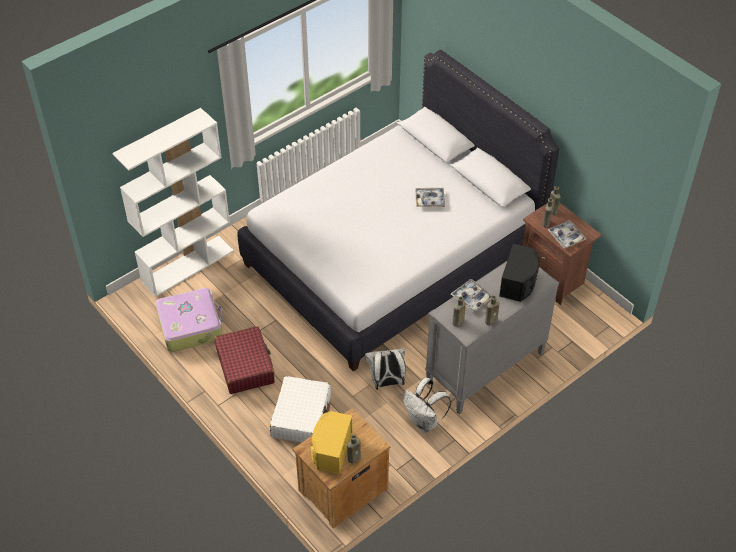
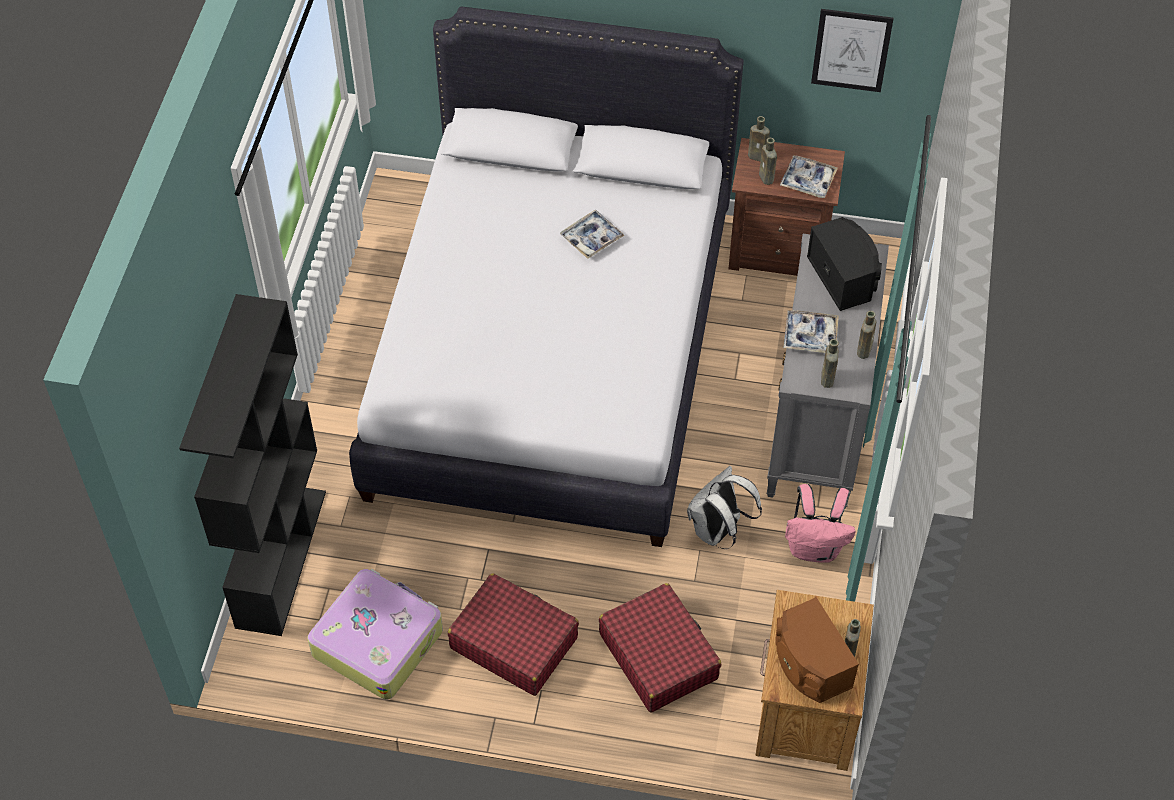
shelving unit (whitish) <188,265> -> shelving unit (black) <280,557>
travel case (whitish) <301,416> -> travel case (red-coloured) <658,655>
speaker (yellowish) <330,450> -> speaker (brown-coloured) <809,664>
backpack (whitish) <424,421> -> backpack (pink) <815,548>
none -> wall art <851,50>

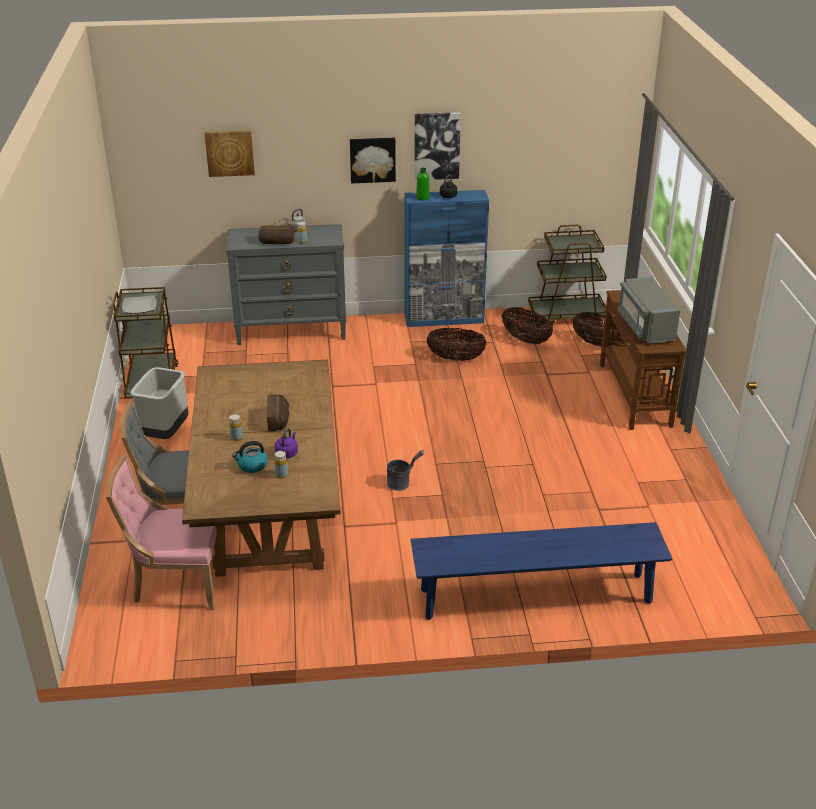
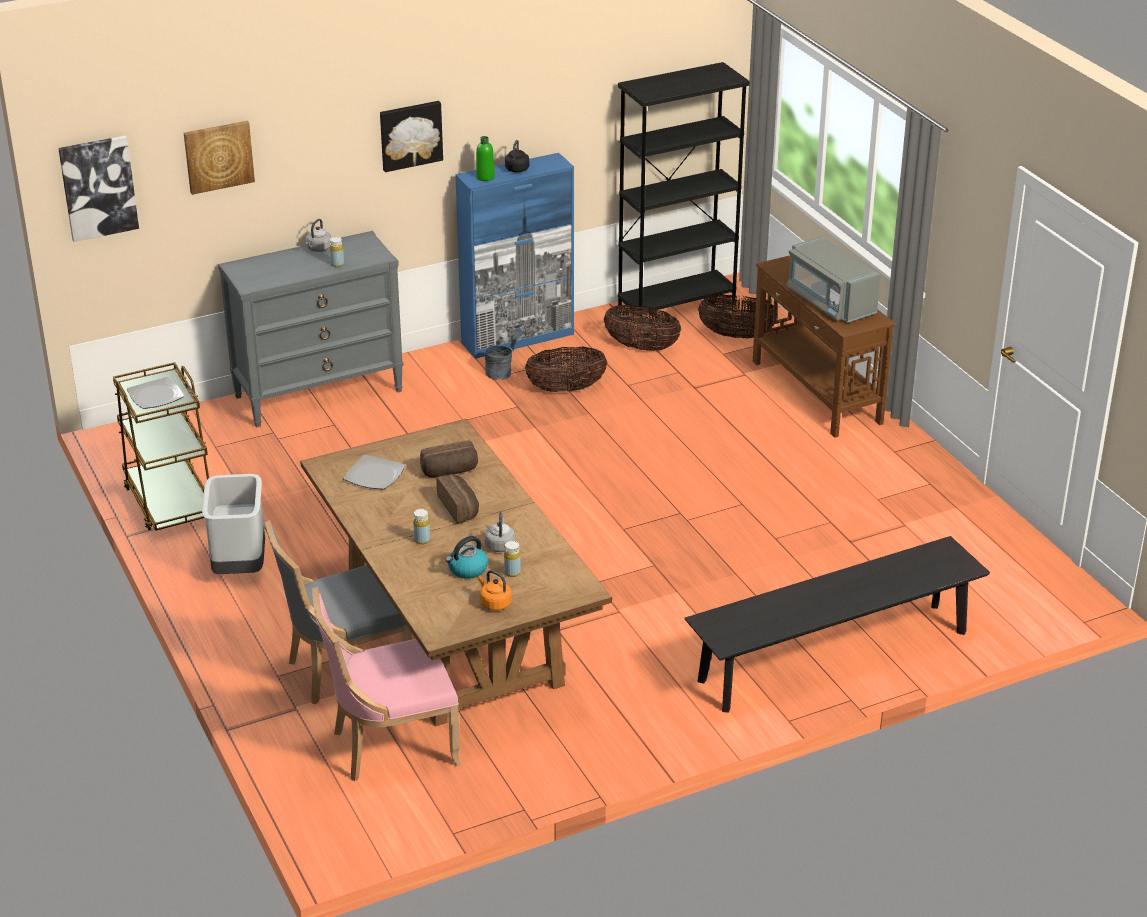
wall art <436,146> -> wall art <98,187>, shifted
none -> flat dish <375,475>
bakery bread <276,243> -> bakery bread <450,472>, shifted
none -> tea kettle (orange-coloured) <494,603>
tea kettle (purplish) <287,453> -> tea kettle (gray) <500,545>
bucket (gray) <402,483> -> bucket (gray) <503,372>, shifted
cart (brown-coloured) <567,316> -> shelving unit (black) <676,305>
bench (blue) <535,596> -> bench (black) <833,656>

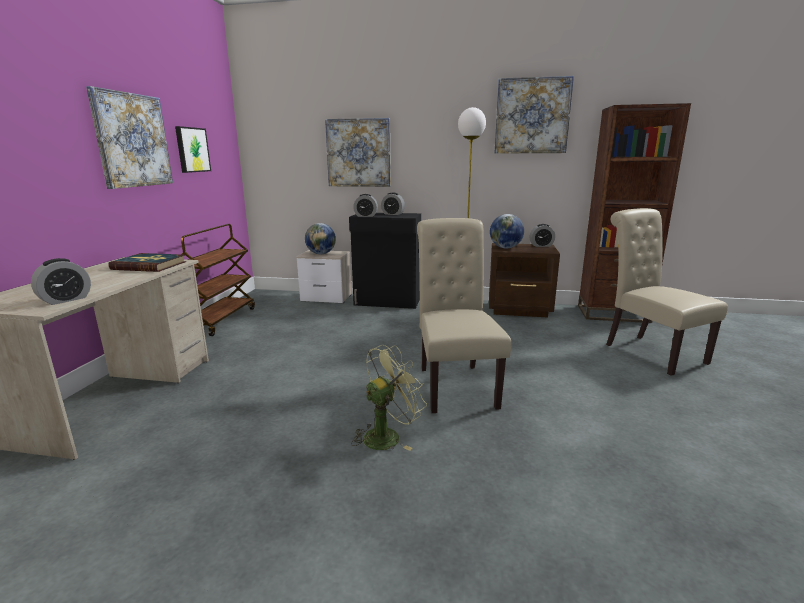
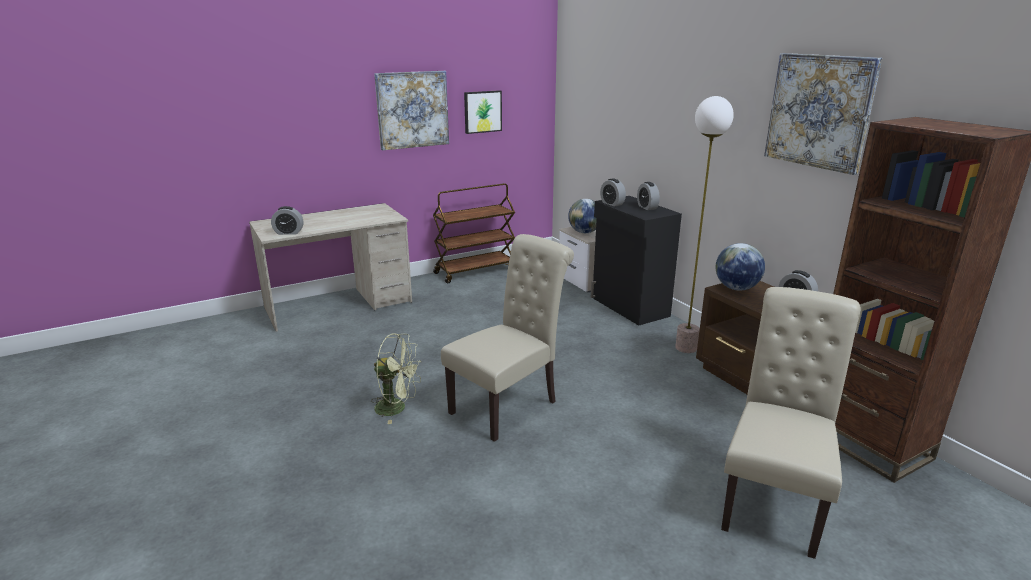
bound book <149,265> -> none
wall art <358,153> -> none

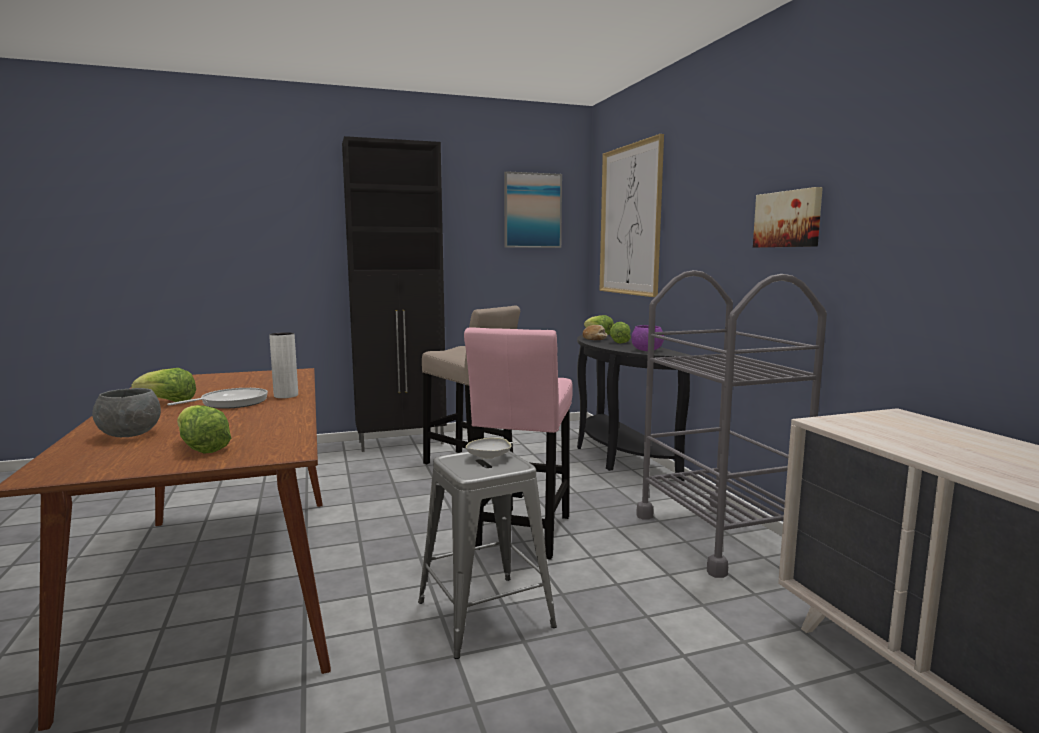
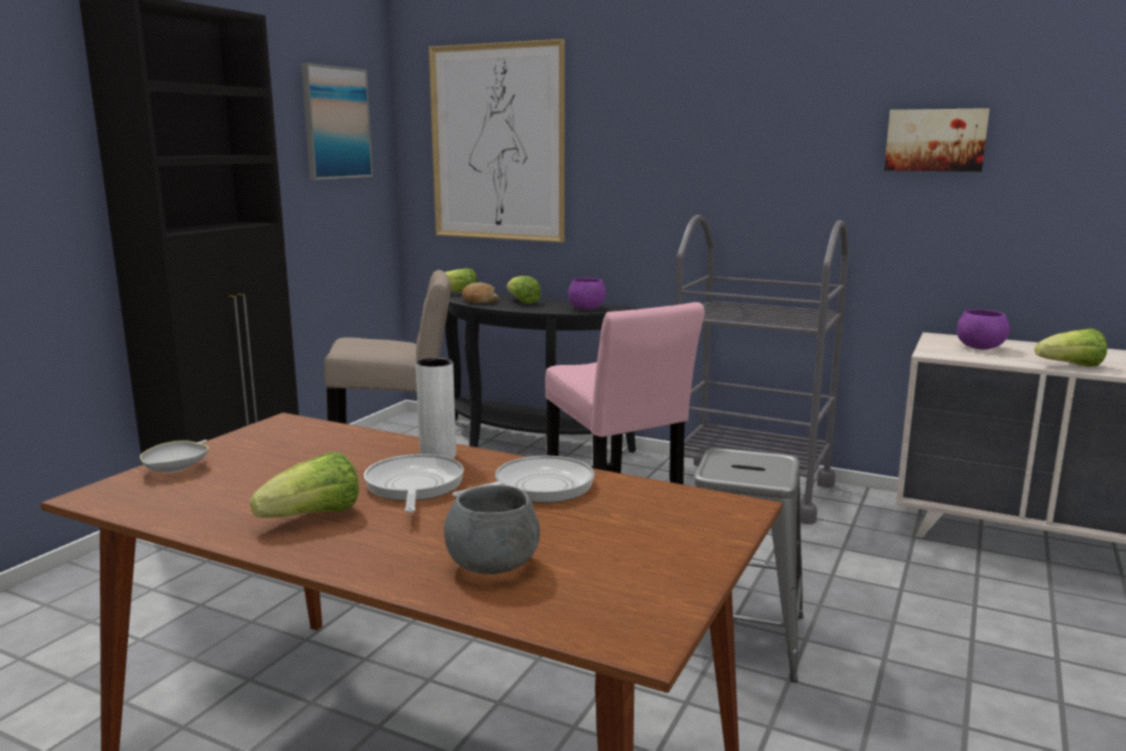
deep dish (whitish) <490,456> -> deep dish (whitish) <177,468>, shifted
none -> frying pan <538,487>
wall art <788,219> -> wall art <935,140>, shifted
none -> deep dish (purplish) <979,348>
lettuce head <201,448> -> lettuce head <1071,366>, shifted

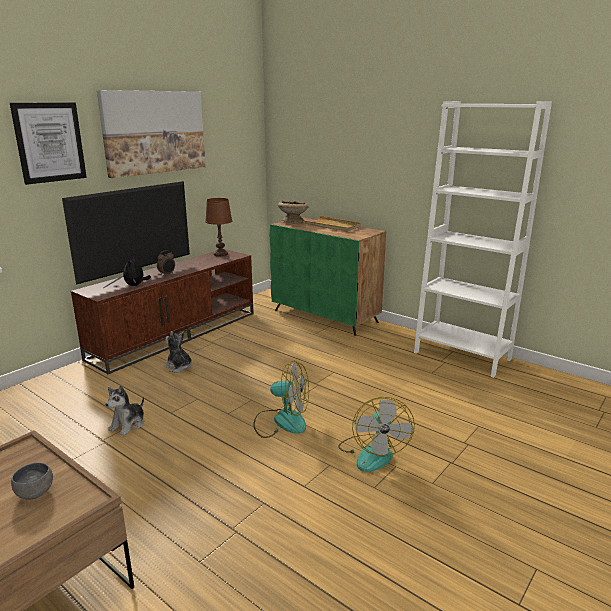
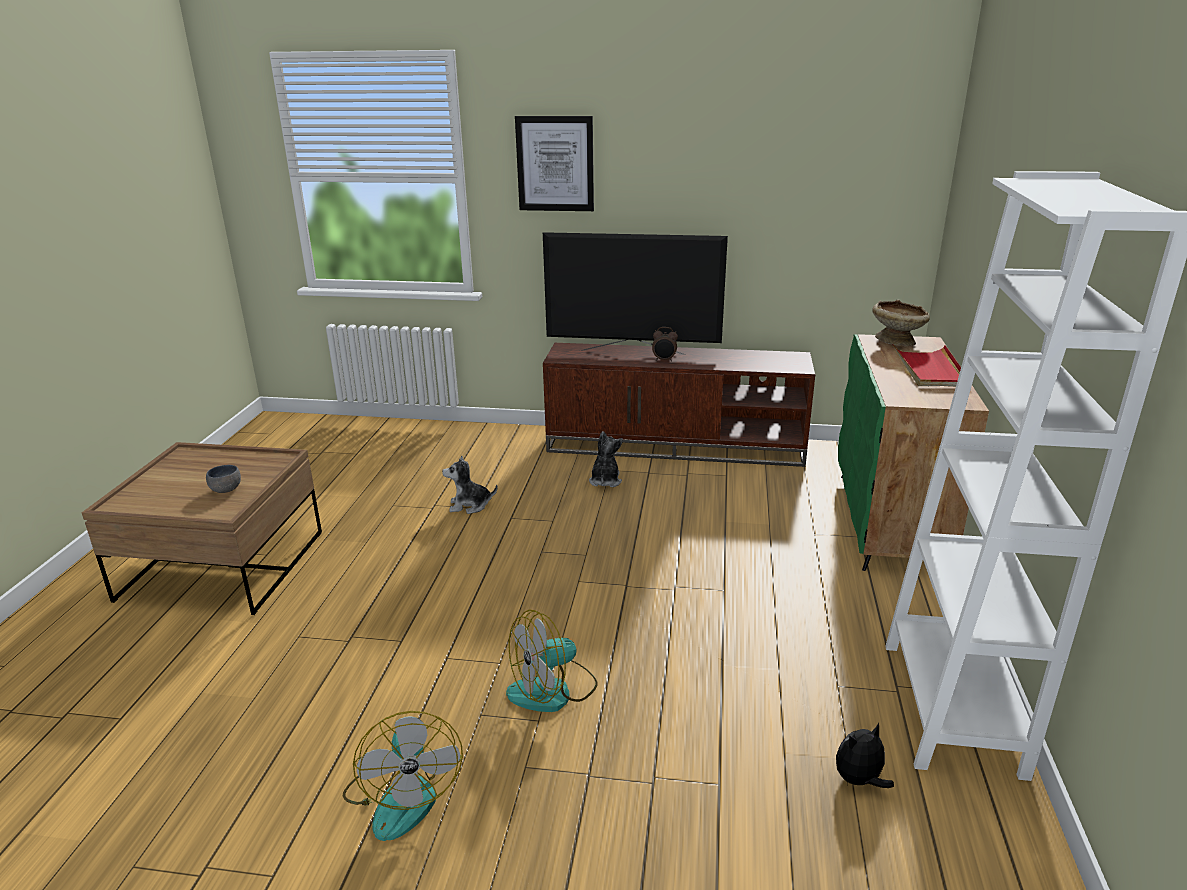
fan <281,421> -> fan <403,795>, shifted
plush toy <136,285> -> plush toy <859,780>, shifted
serving tray (beige-coloured) <332,226> -> serving tray (red-coloured) <930,369>
wall art <154,132> -> none
lamp for a table (brown-coloured) <221,254> -> none

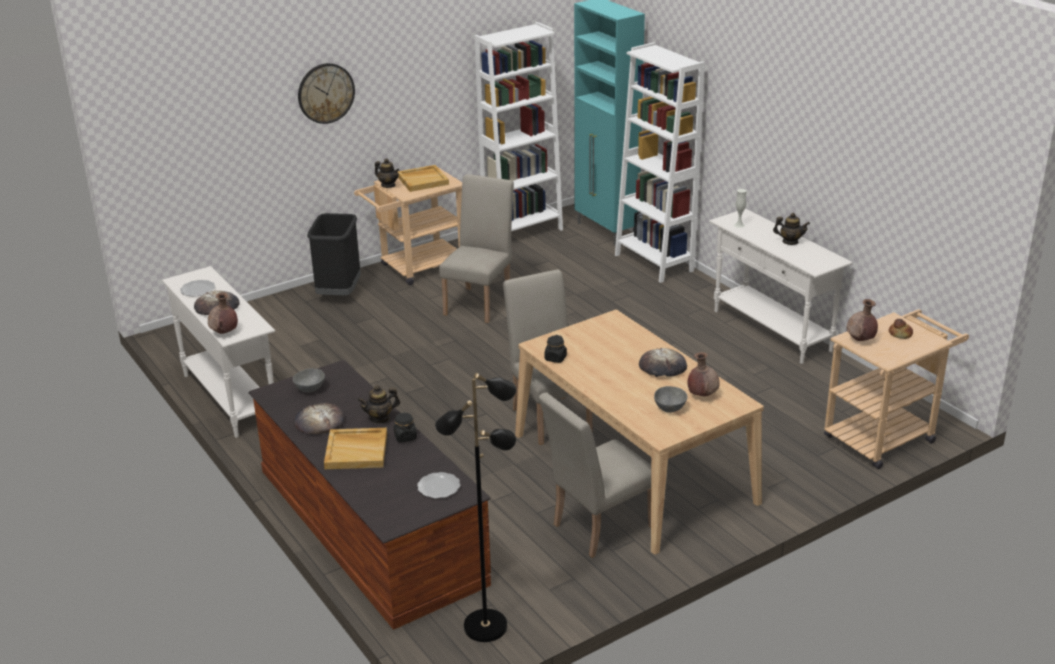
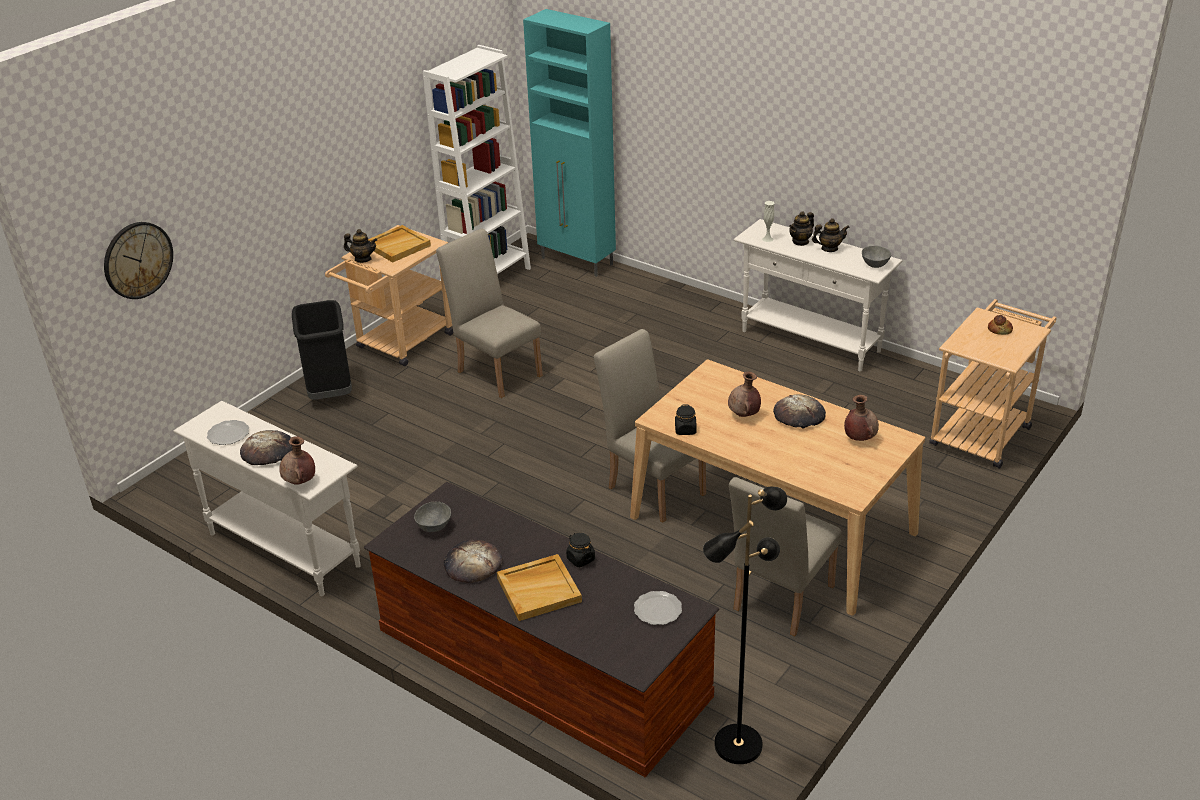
wall clock <326,93> -> wall clock <138,260>, shifted
upright chair (beige-coloured) <481,302> -> upright chair (beige-coloured) <496,370>, 45 degrees counterclockwise
decorative vase (brown-coloured) <860,340> -> decorative vase (brown-coloured) <744,415>, shifted
tea pot <380,418> -> tea pot <800,241>, shifted
deep dish (gray) <670,408> -> deep dish (gray) <875,264>, shifted
shelving unit (whitish) <654,263> -> none

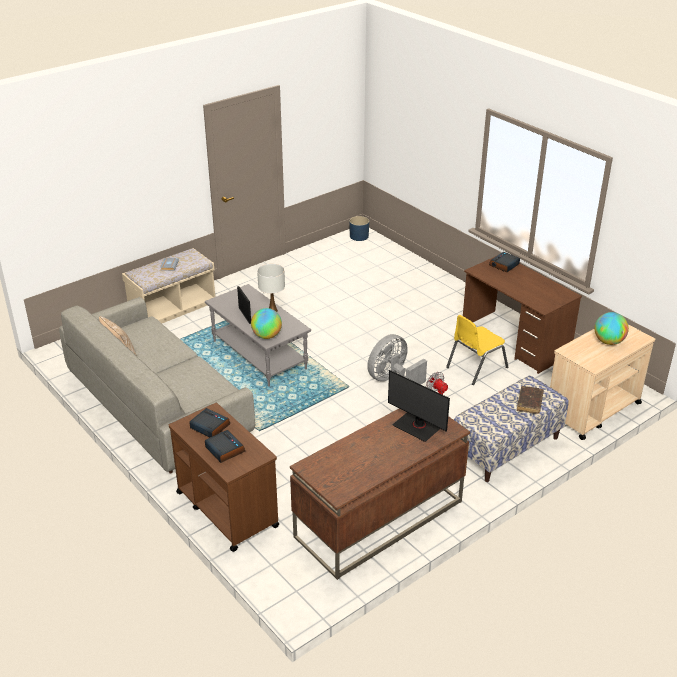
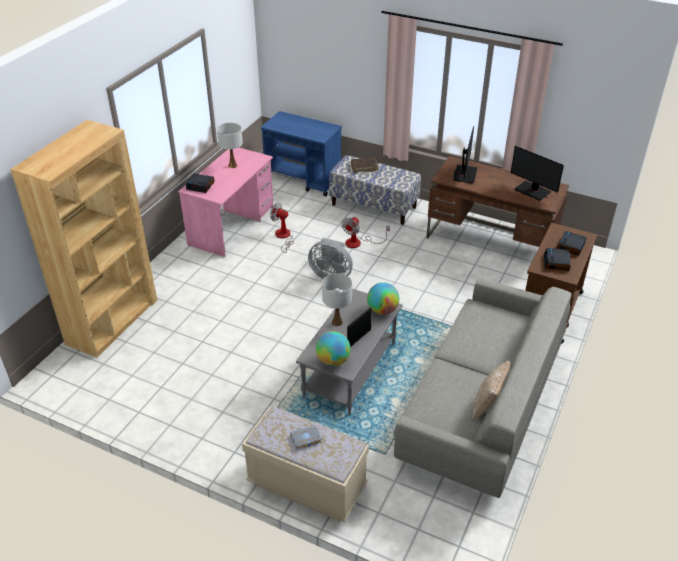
none -> shelving unit (brown-coloured) <113,321>
desk unit (brown-coloured) <514,341> -> desk unit (pink) <232,226>
none -> lamp for a table (whitish) <232,165>
cart (beige-coloured) <592,410> -> cart (blue) <303,180>
upright chair (yellowish) <476,367> -> fan <283,237>
desk globe <608,342> -> desk globe <333,360>, shifted
none -> computer display <533,191>
flower pot (blue) <359,236> -> none

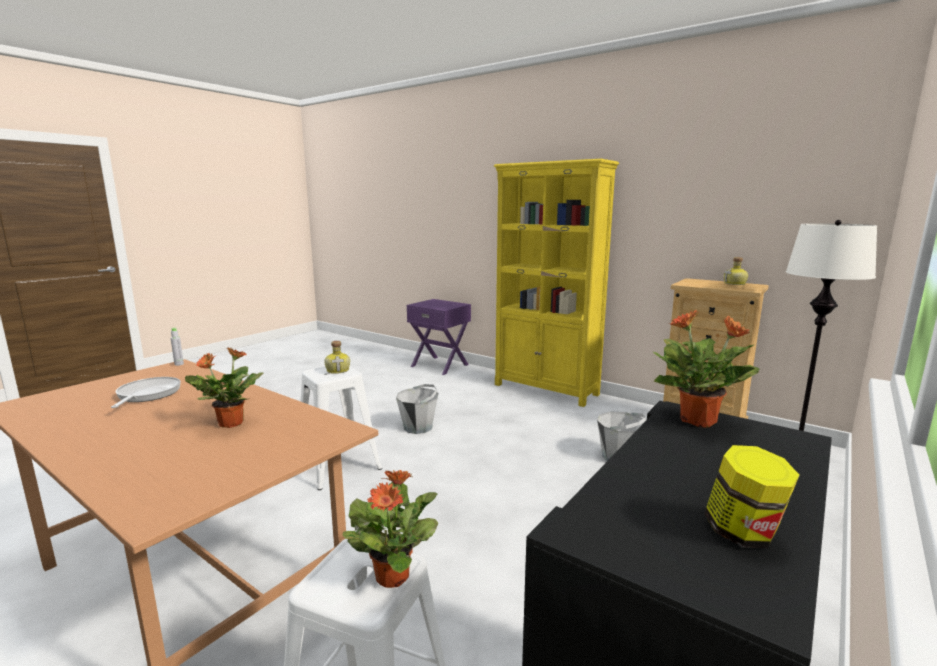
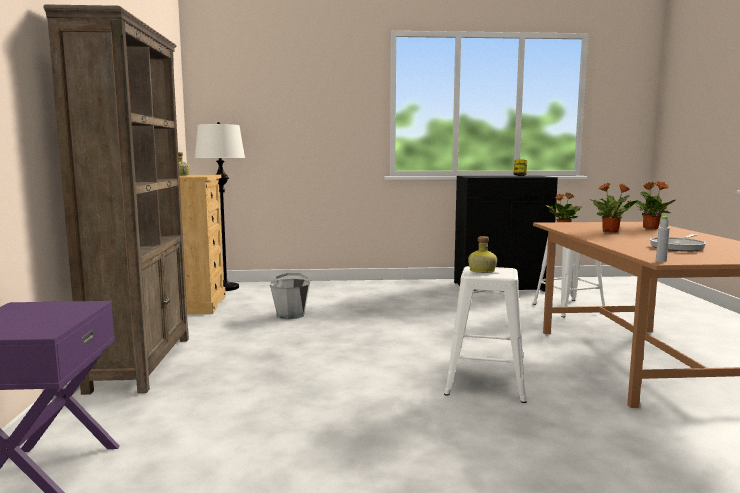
shelving unit (yellowish) <546,390> -> shelving unit (brown-coloured) <142,362>
plant in a pot <699,421> -> plant in a pot <650,228>, shifted
bucket (gray) <418,427> -> none

